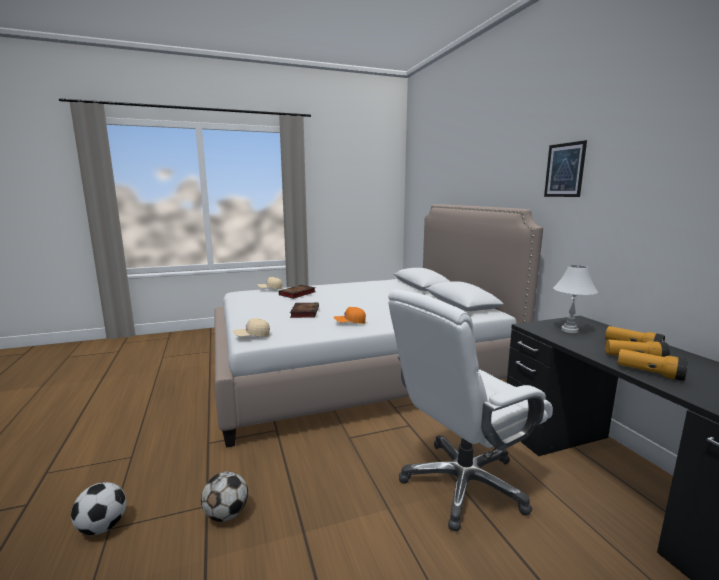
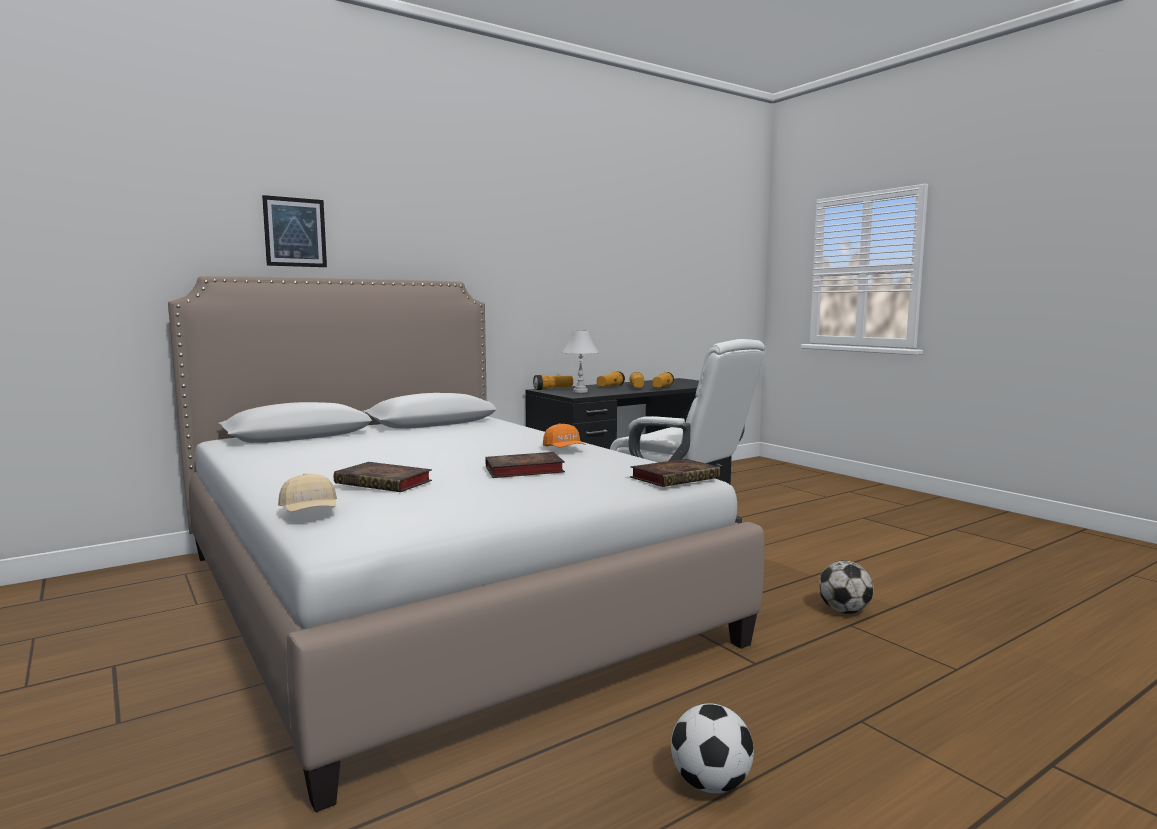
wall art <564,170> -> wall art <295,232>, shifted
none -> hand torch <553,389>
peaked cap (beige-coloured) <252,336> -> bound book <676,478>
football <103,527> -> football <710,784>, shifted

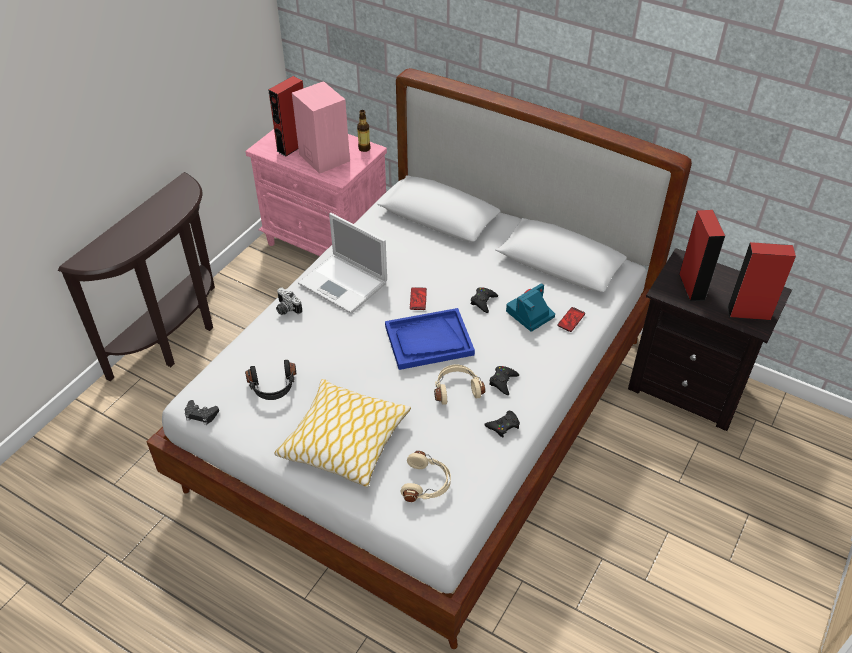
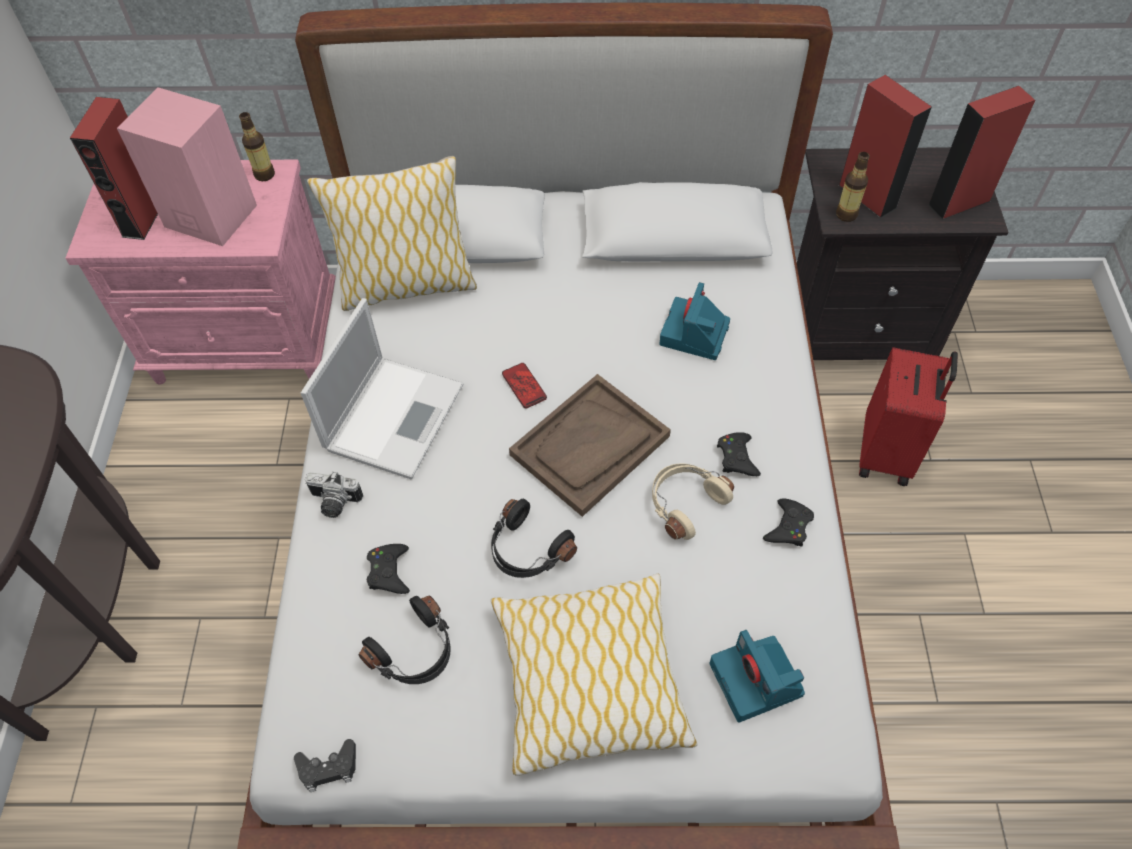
portable computer <344,284> -> portable computer <395,414>, 75 degrees counterclockwise
none -> pillow <406,285>
game controller (black) <483,301> -> game controller (black) <389,572>, shifted
none -> pair of headphones (black) <527,550>
serving tray (blue) <428,340> -> serving tray (brown-coloured) <590,446>
pair of headphones (beige-coloured) <426,483> -> photo camera <757,681>
none -> beverage bottle <846,214>
none -> travel case (red-coloured) <887,453>
handset <571,320> -> none

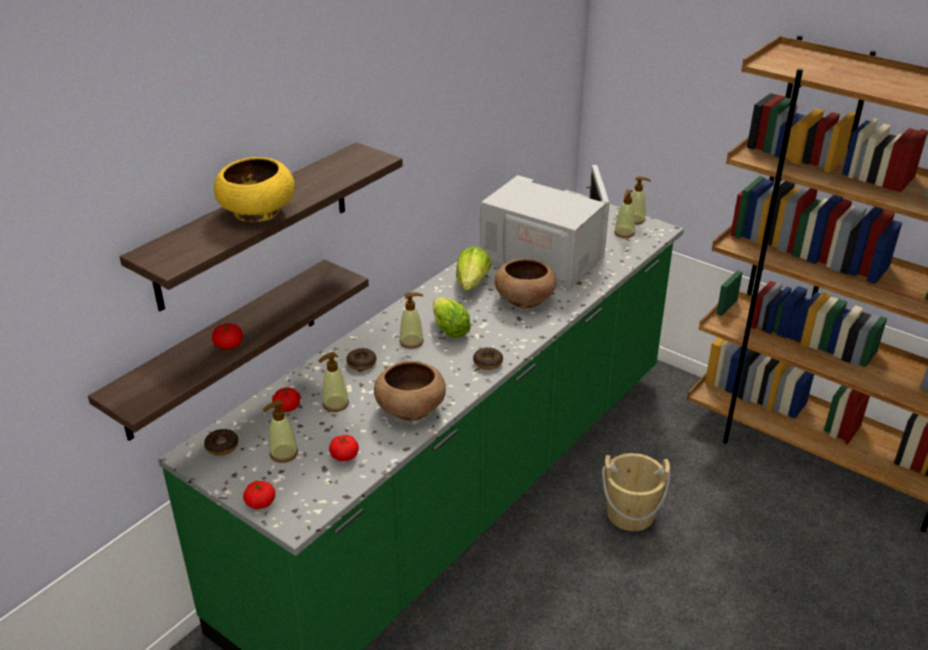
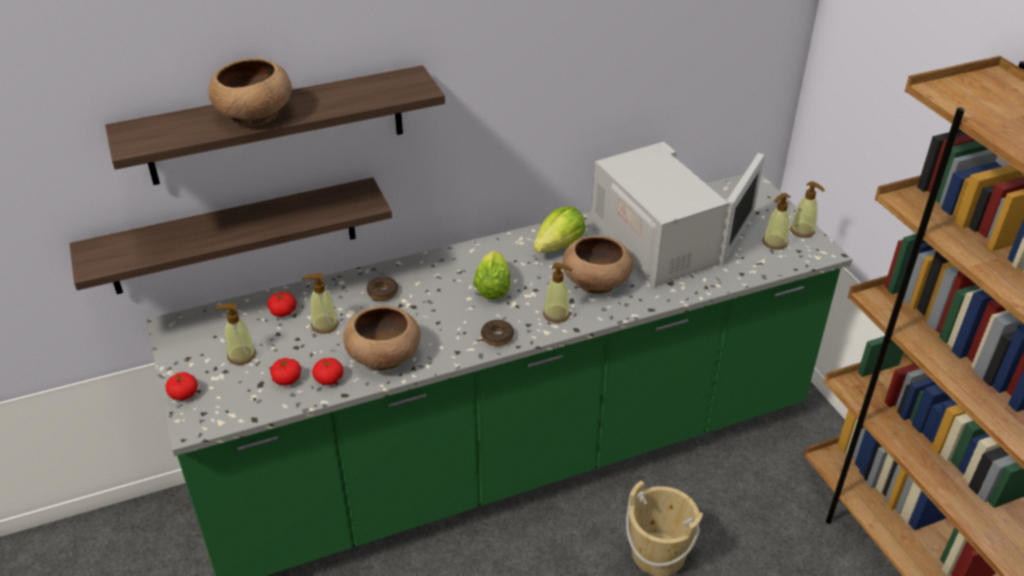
deep dish (yellowish) <257,212> -> deep dish (brown-coloured) <254,115>
tomato <229,345> -> tomato <329,379>, shifted
soap bottle <411,342> -> soap bottle <556,314>, shifted
doughnut <222,446> -> none

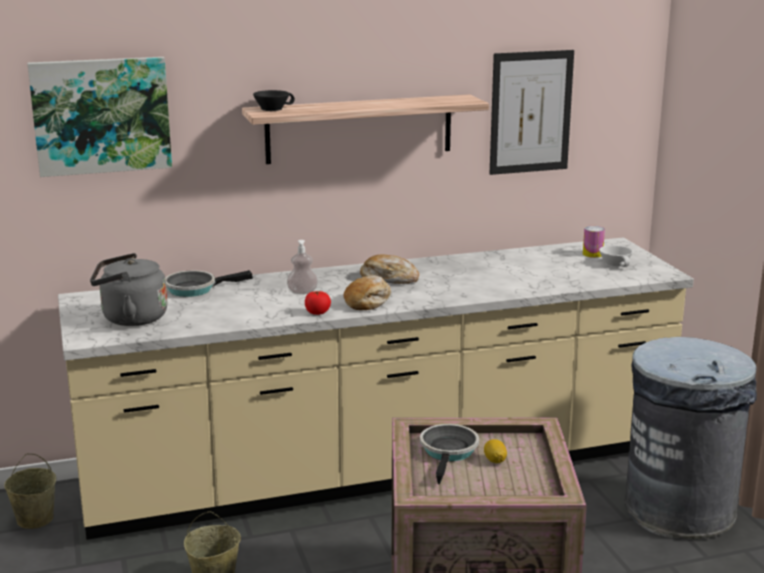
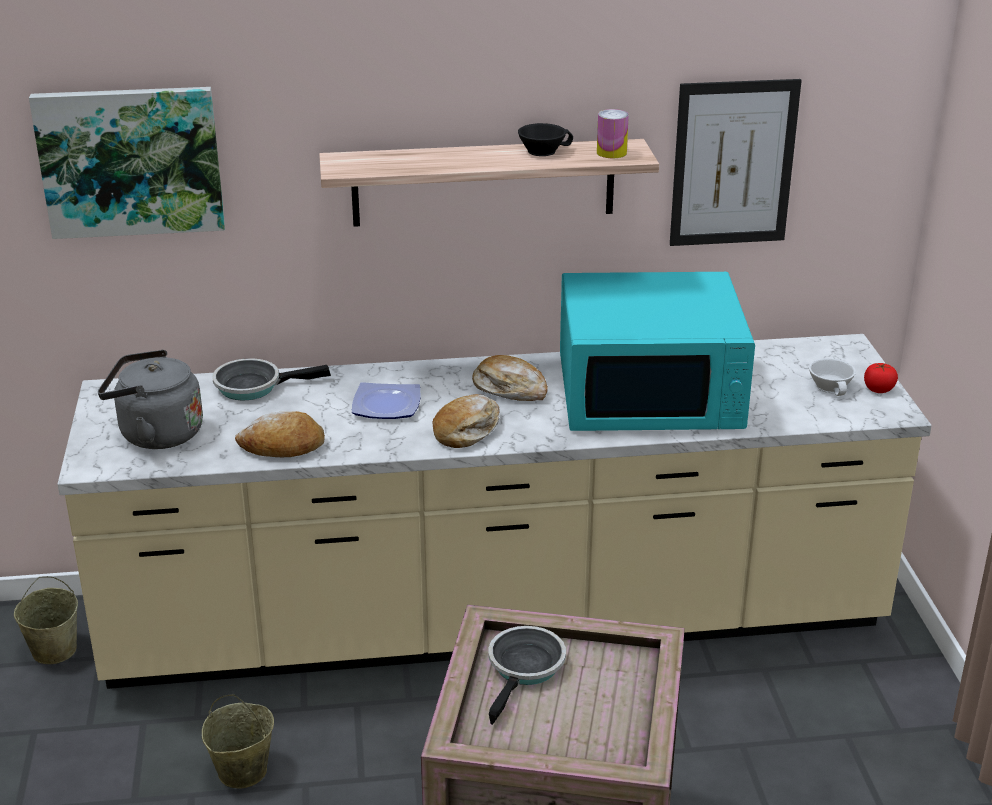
none -> bakery bread <282,446>
soap bottle <302,292> -> flat dish <388,405>
drinking cup (black) <272,108> -> drinking cup (black) <542,150>, shifted
none -> microwave (turquoise) <651,393>
metal can <592,254> -> metal can <611,153>, shifted
tomato <317,312> -> tomato <878,389>, shifted
whole lemon <495,460> -> none
waste bin (gray) <680,510> -> none

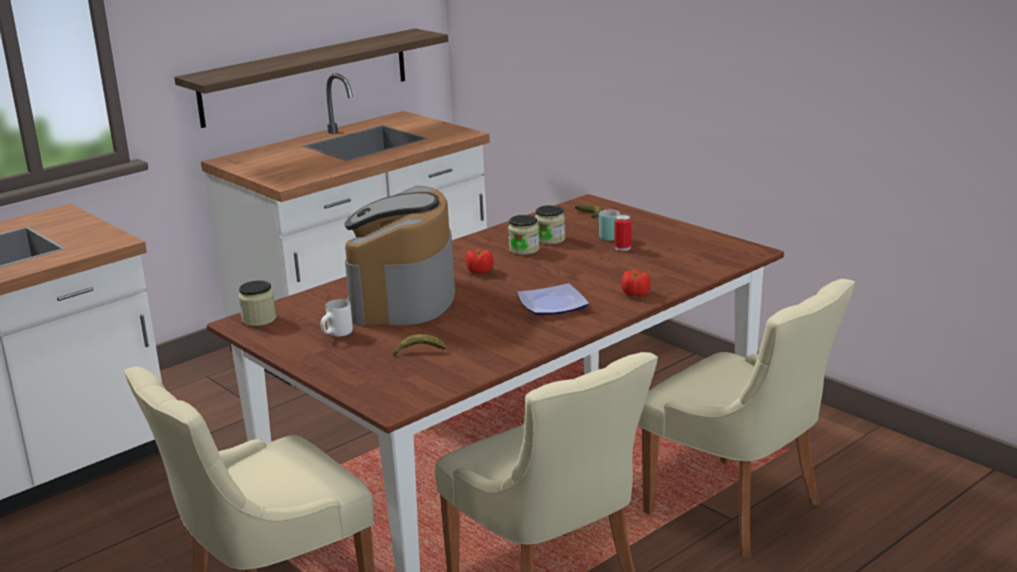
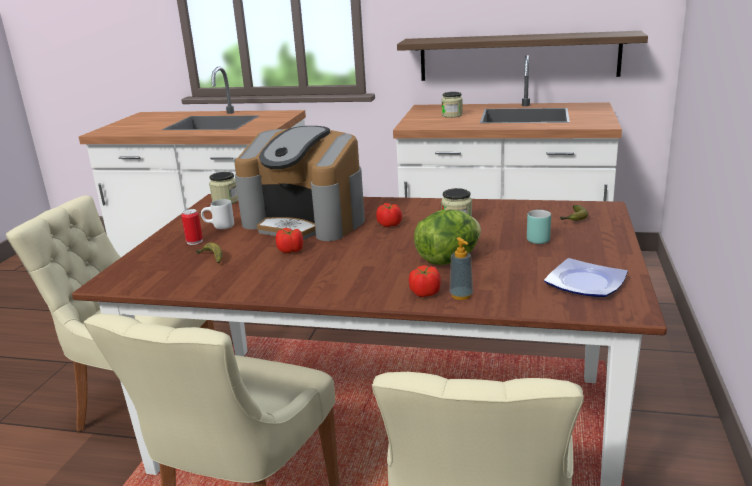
metal can <623,248> -> metal can <194,241>, shifted
coffee brewer <402,297> -> coffee brewer <306,221>, 120 degrees counterclockwise
none -> tomato <291,250>
none -> lettuce head <448,260>
jar <550,239> -> jar <452,115>, shifted
none -> soap bottle <461,295>
flat dish <553,304> -> flat dish <587,283>, shifted

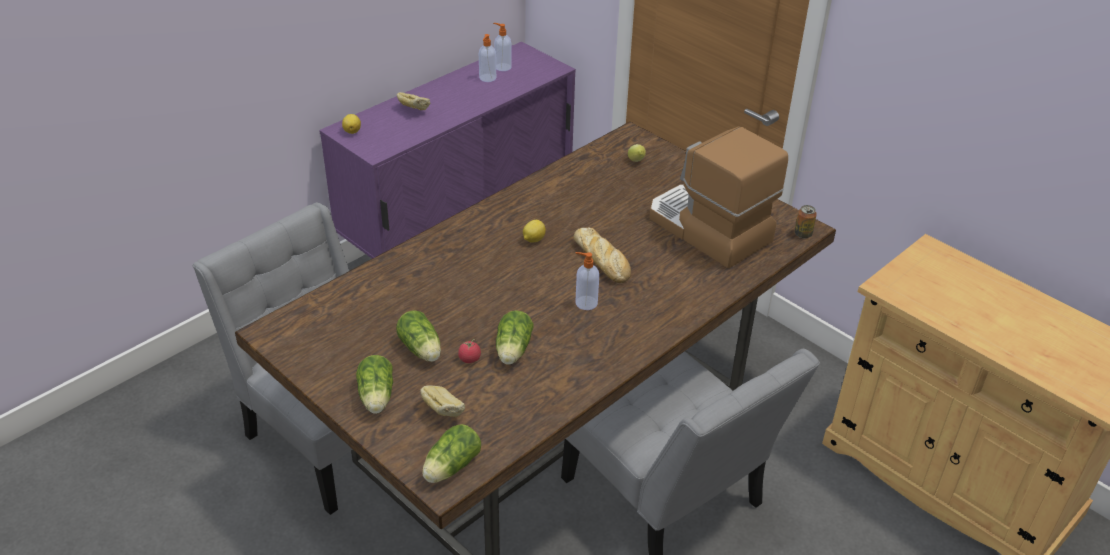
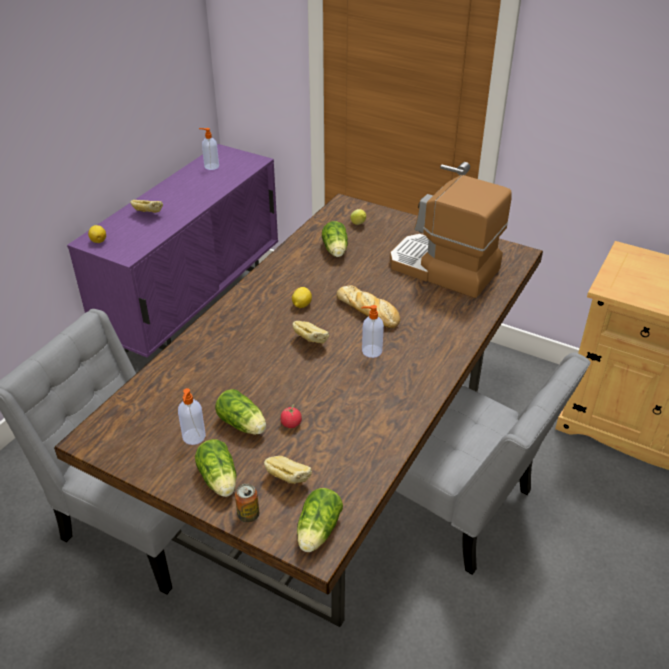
soap bottle <487,78> -> soap bottle <194,437>, shifted
metal can <803,234> -> metal can <248,515>, shifted
none -> bakery bread <310,342>
lettuce head <512,351> -> lettuce head <335,250>, shifted

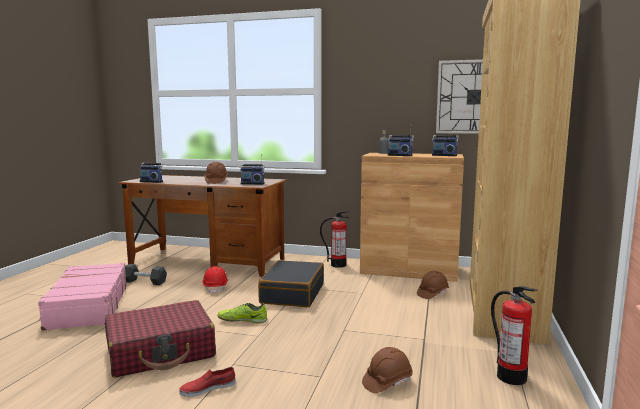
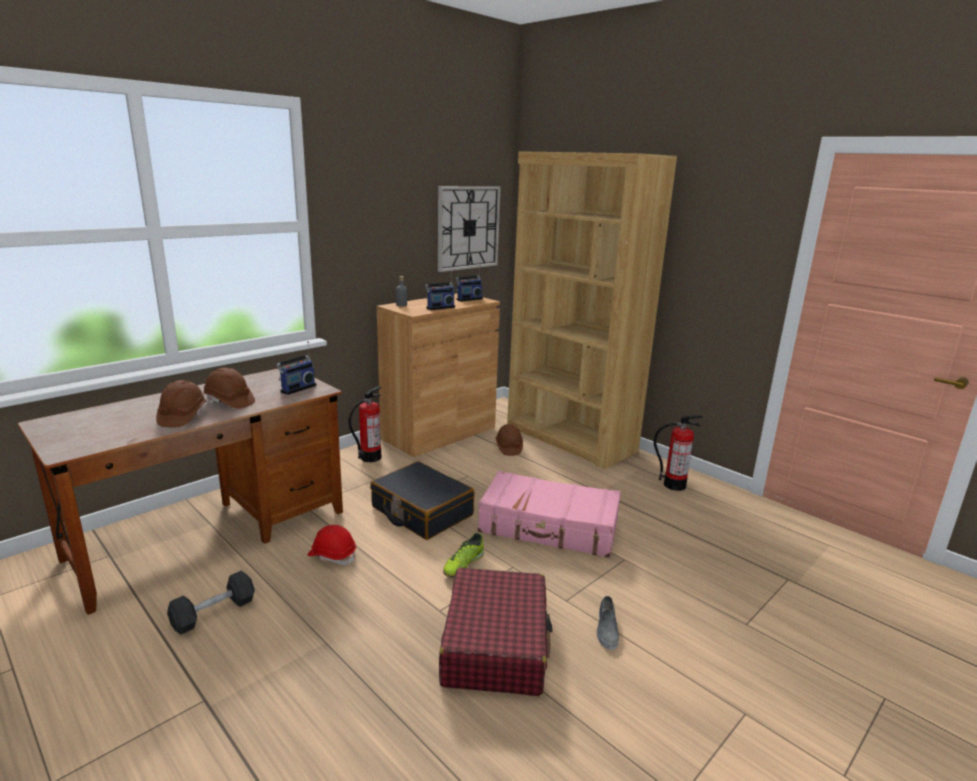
work helmet (brown-coloured) <387,382> -> work helmet (brown-coloured) <182,417>, shifted
travel case (pink) <87,306> -> travel case (pink) <549,527>, shifted
item of footwear (red-coloured) <208,388> -> item of footwear (gray) <606,629>
radio set <152,181> -> none

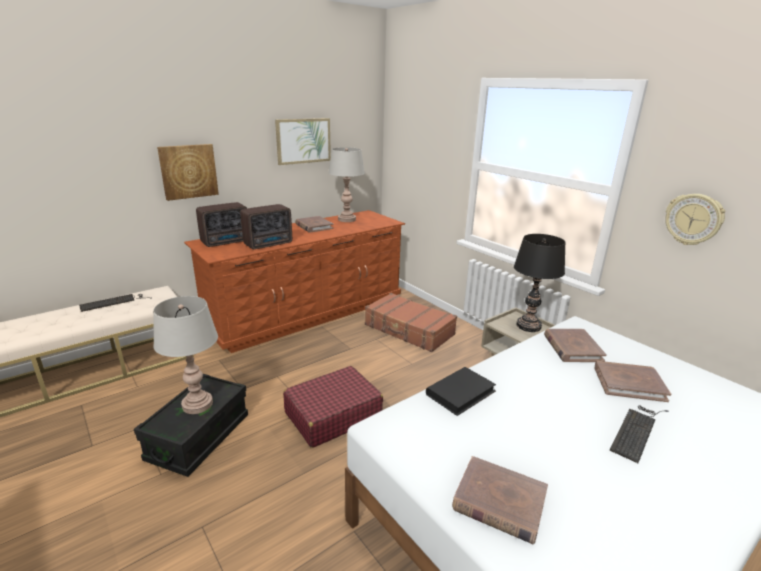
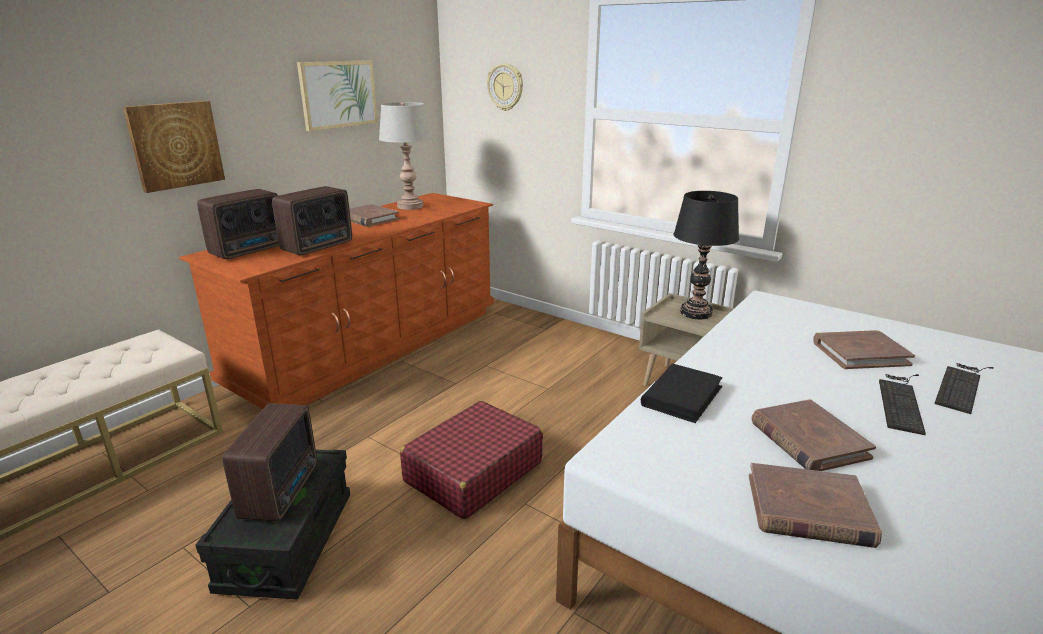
lamp for a table (gray) <197,404> -> radio set <283,490>
wall clock <693,219> -> wall clock <505,87>, shifted
bound book (brown-coloured) <572,348> -> bound book (brown-coloured) <808,440>, shifted
PC keyboard <114,302> -> PC keyboard <961,385>, shifted
travel case (brown-coloured) <409,330> -> none

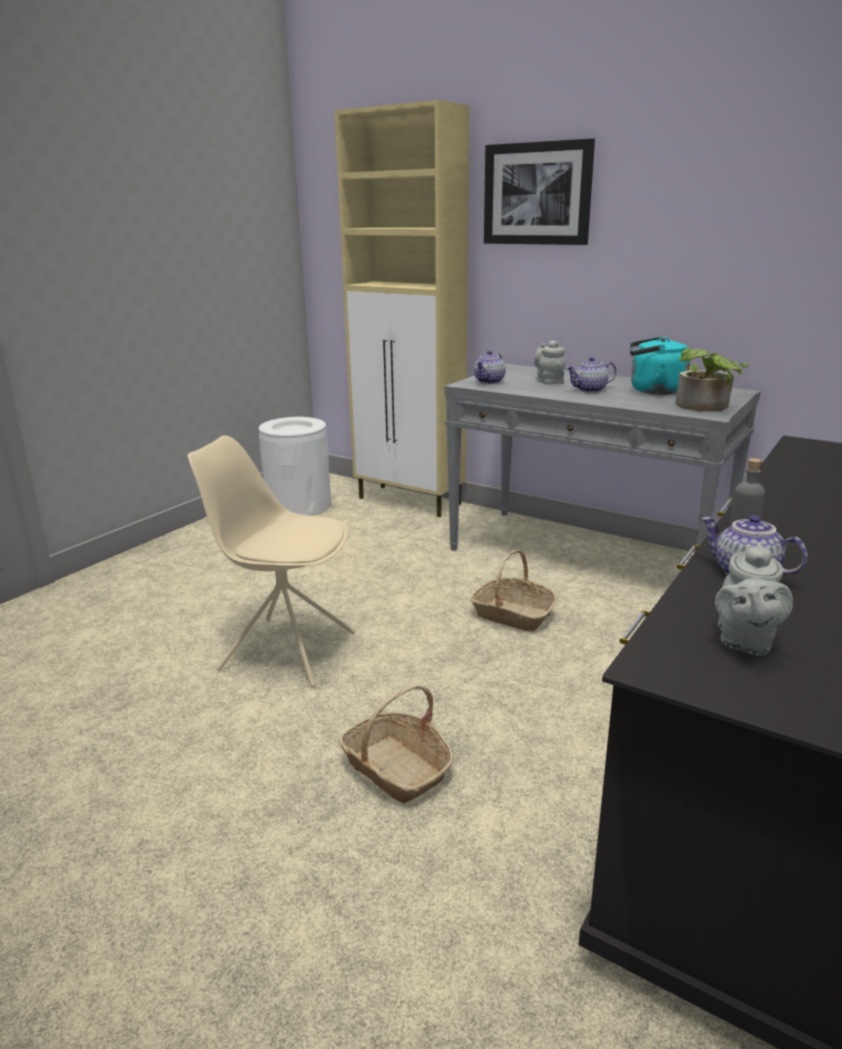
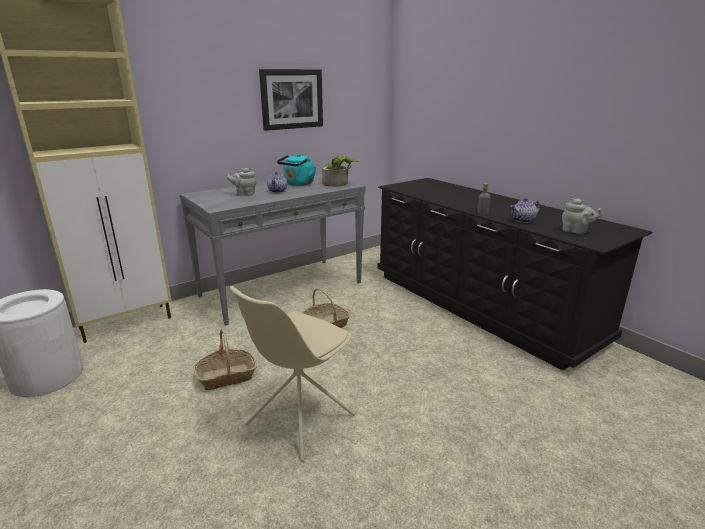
basket <396,768> -> basket <227,376>, shifted
wall art <537,194> -> wall art <292,99>, shifted
tea pot <490,382> -> none

